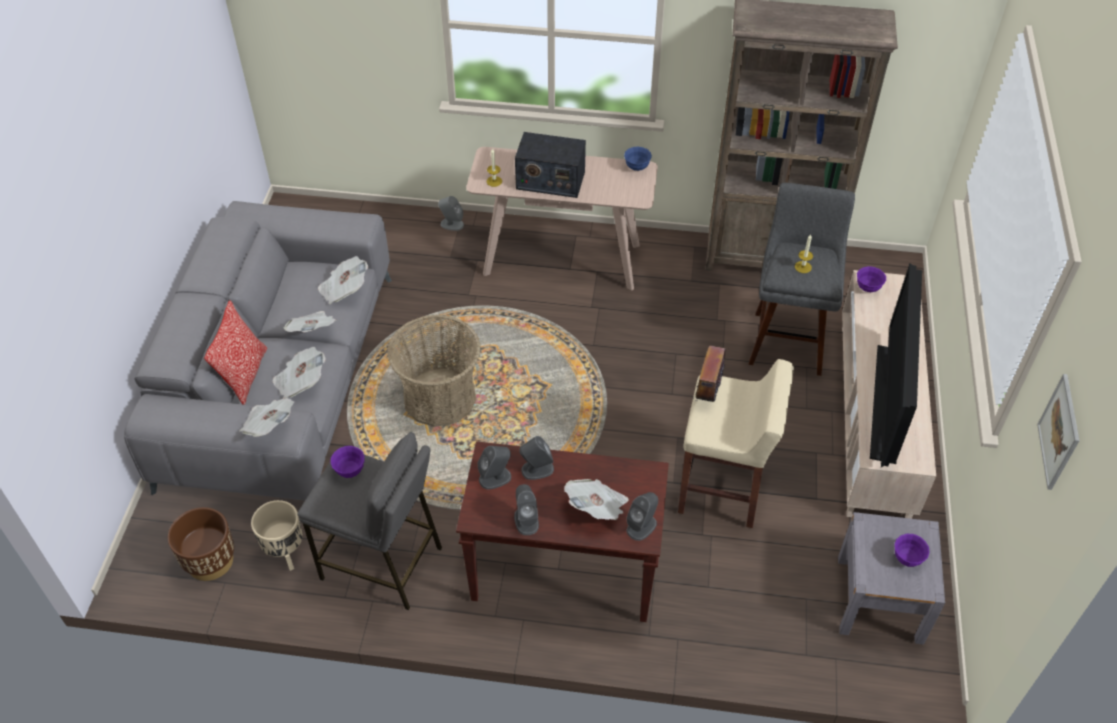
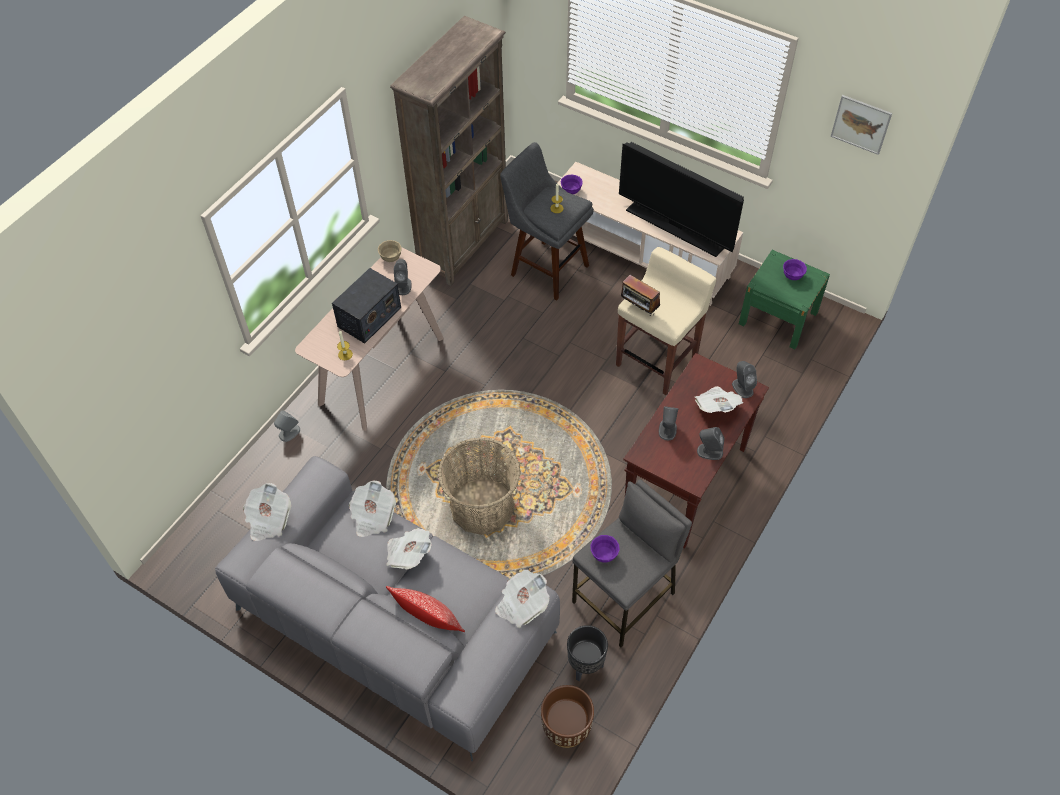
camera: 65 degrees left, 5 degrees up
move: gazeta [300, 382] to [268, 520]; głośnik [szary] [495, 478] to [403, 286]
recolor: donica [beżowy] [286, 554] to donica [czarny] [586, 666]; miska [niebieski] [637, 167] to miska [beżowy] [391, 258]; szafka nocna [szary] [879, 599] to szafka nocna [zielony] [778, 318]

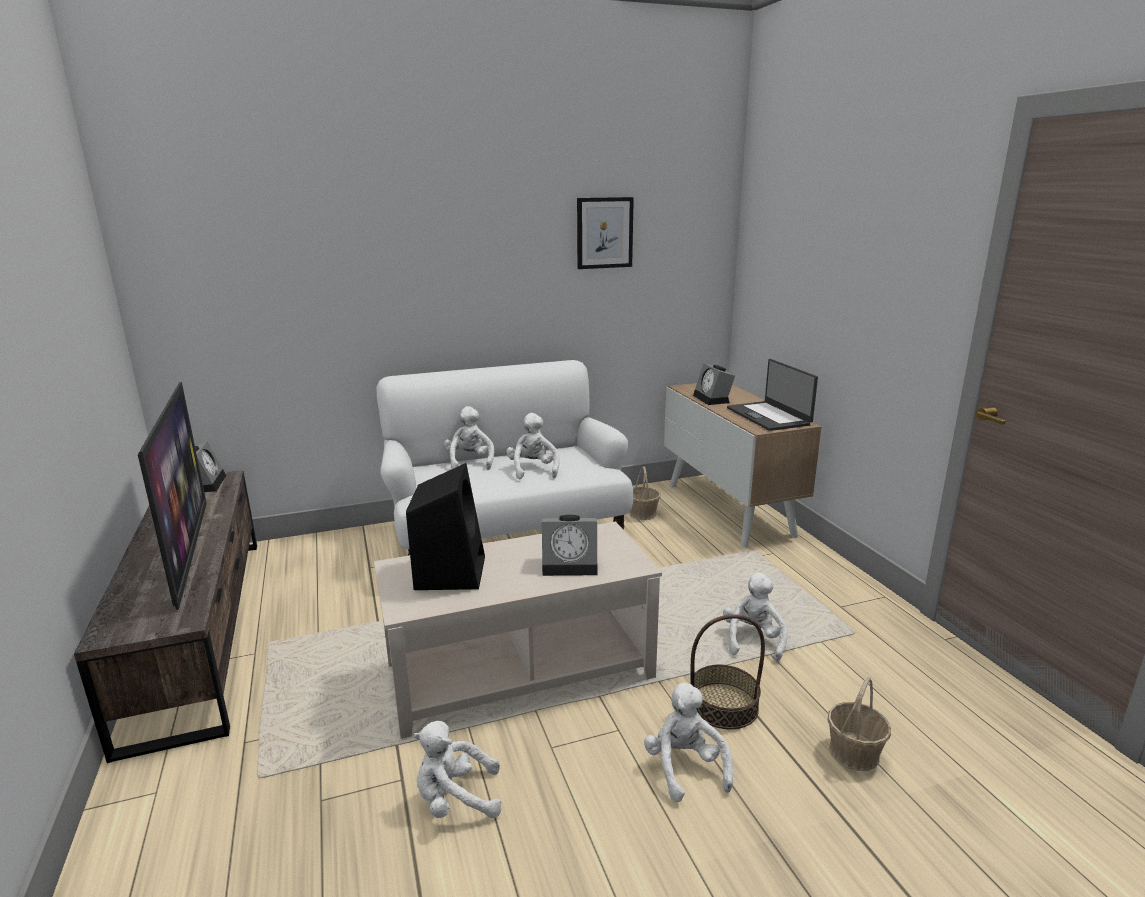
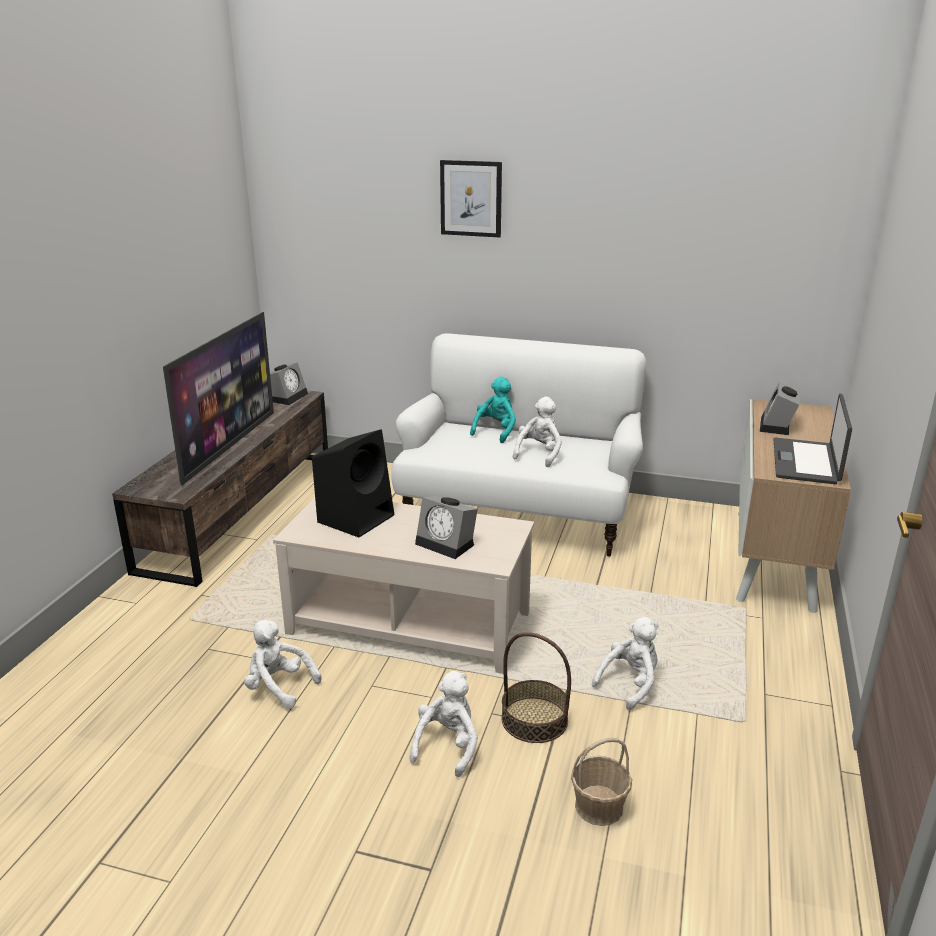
camera: 35 degrees right, 5 degrees up
delete: koszyk [643, 513]
move: obraz [604, 233] to [471, 198]
recolor: pluszak [biały] [470, 462] to pluszak [turkusowy] [496, 431]

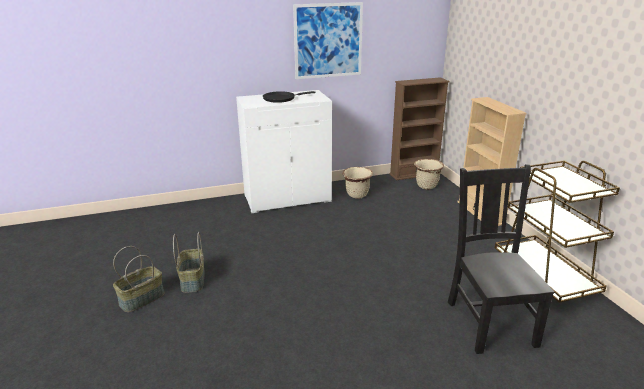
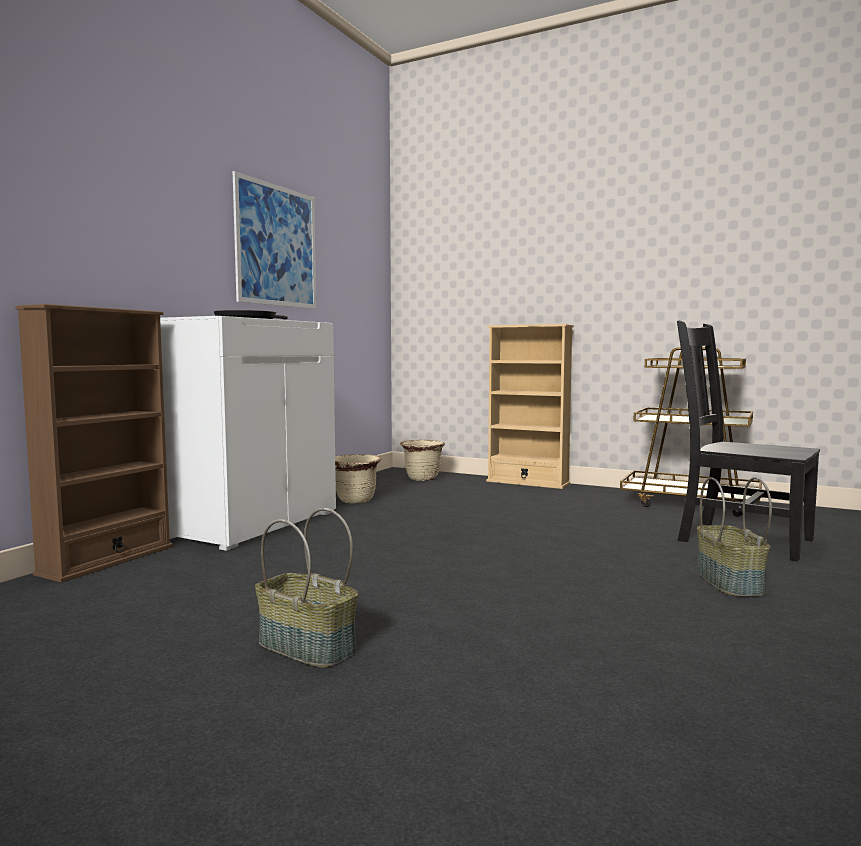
camera: 45 degrees left, 20 degrees down
move: koszyk [142, 298] to [727, 582]; regał [brązowy] [414, 174] to [107, 560]

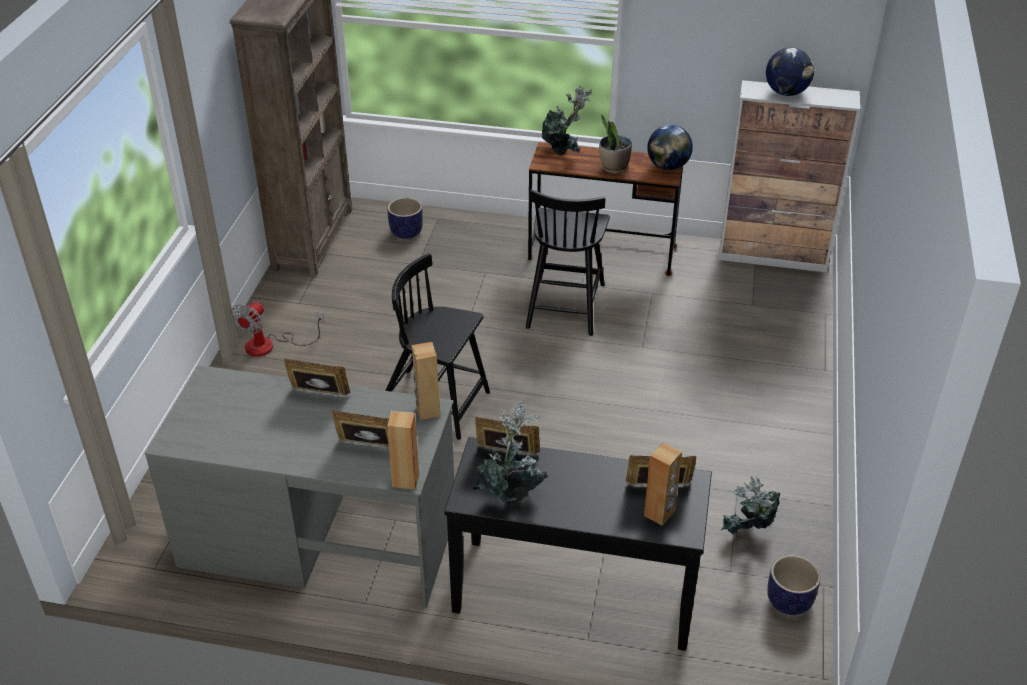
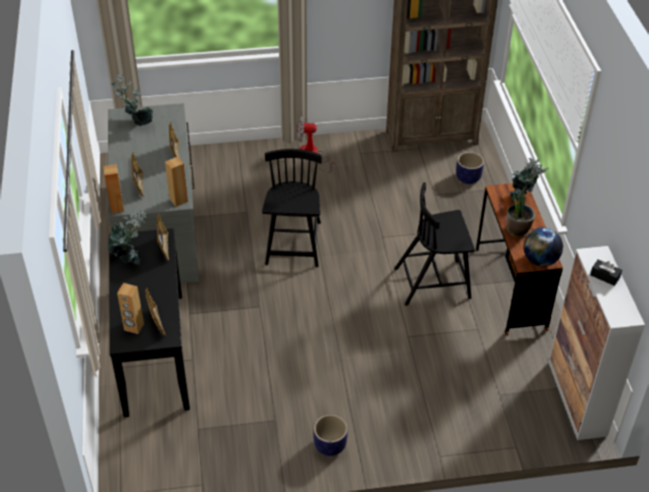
camera: 70 degrees right, 5 degrees up
move: roślina doniczkowa [748, 533] to [137, 123]; donica [789, 602] to [329, 446]
replace: globus [786, 93] to pudełko chusteczek [czarny] [605, 276]

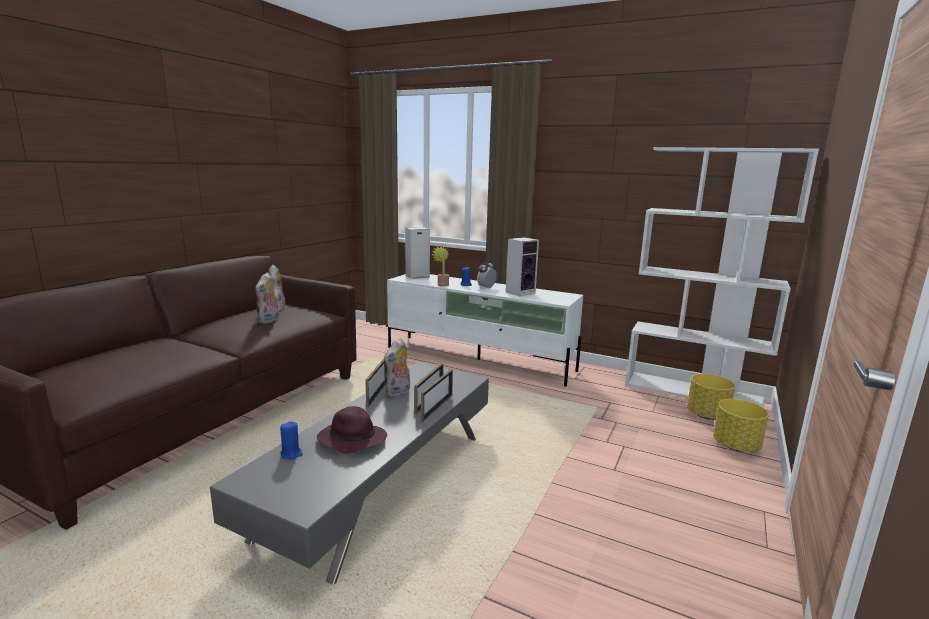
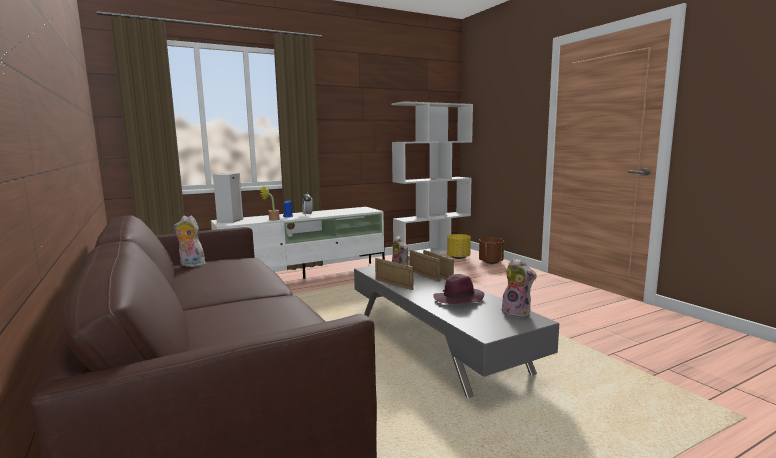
camera: 55 degrees left, 5 degrees down
delete: świeca [niebieski] [291, 454]; głośnik [520, 292]
move: pluszak [269, 320] to [517, 313]
recolor: donica [żółty] [735, 446] to donica [brązowy] [490, 262]

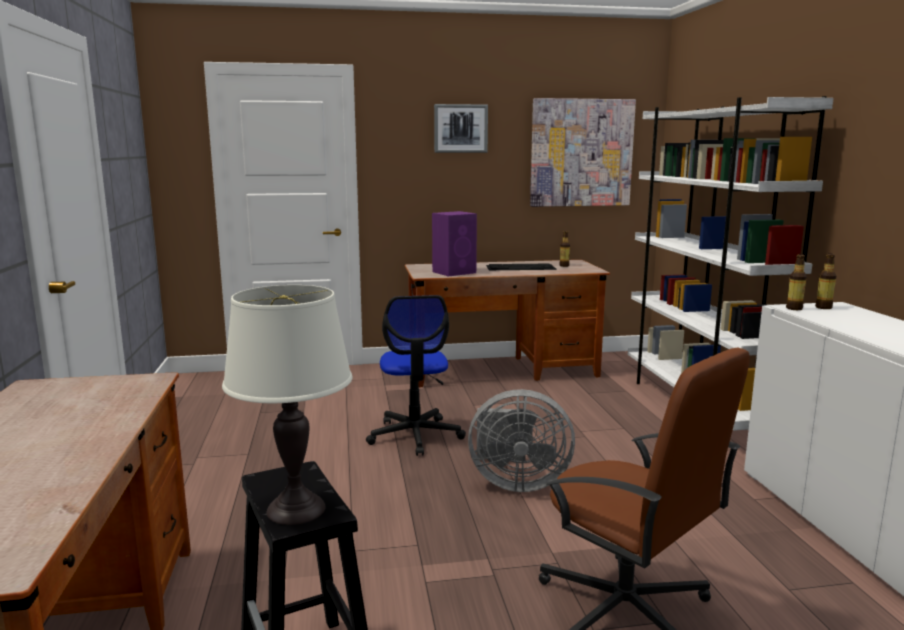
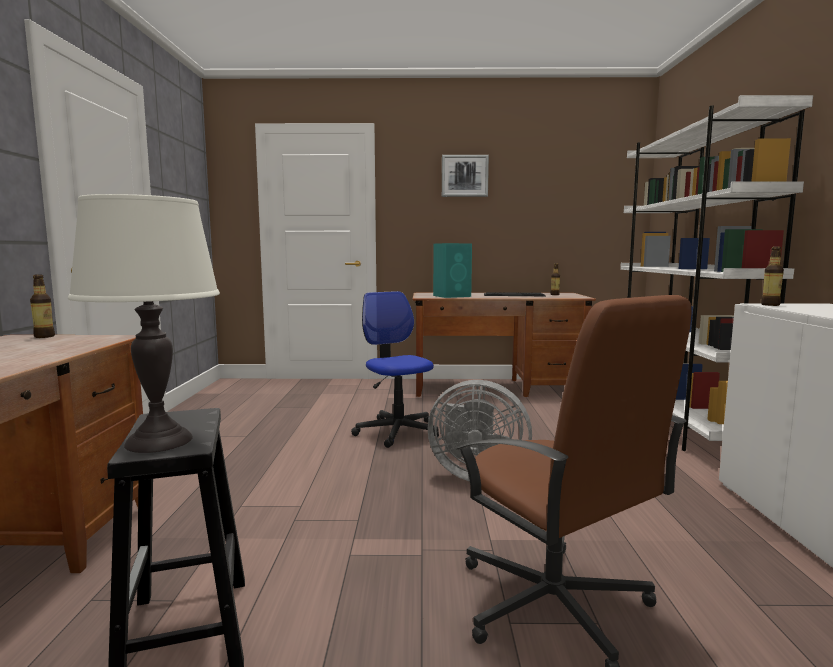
camera: 10 degrees right, 5 degrees down
delete: obraz [581, 153]
move: butelka [823, 307] to [44, 336]
recolor: głośnik [fioletowy] [455, 272] to głośnik [turkusowy] [452, 296]
rotate: krzesło biurowe [415, 436] = [397, 431] 150 degrees clockwise

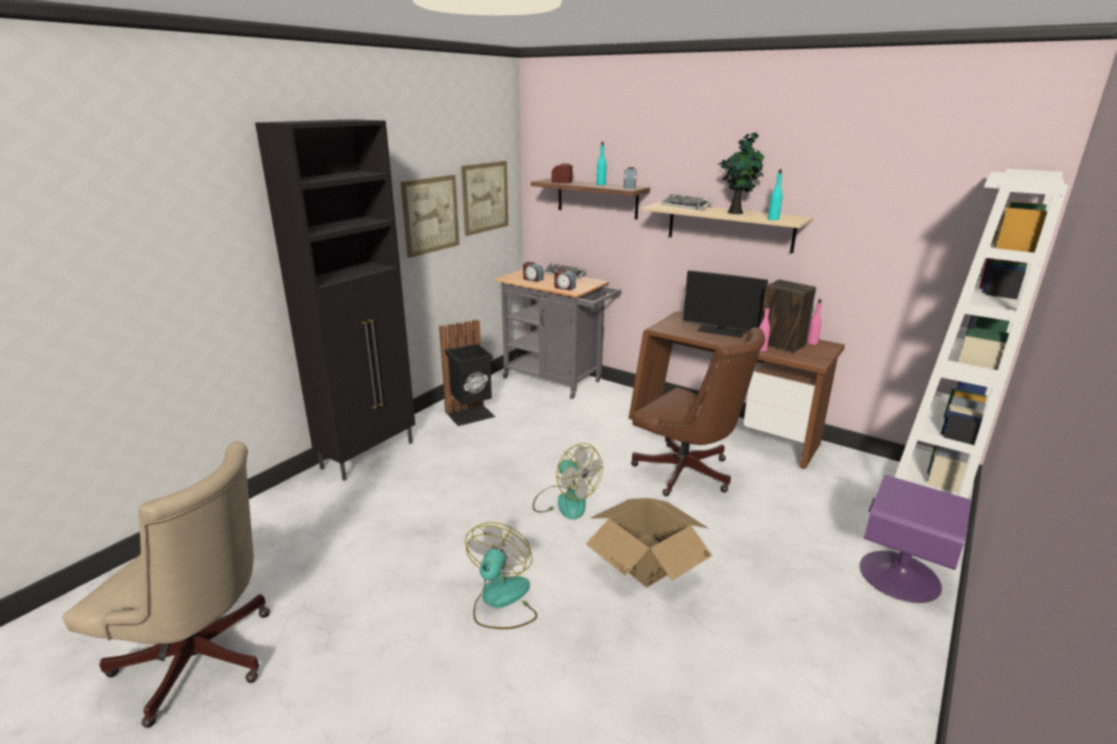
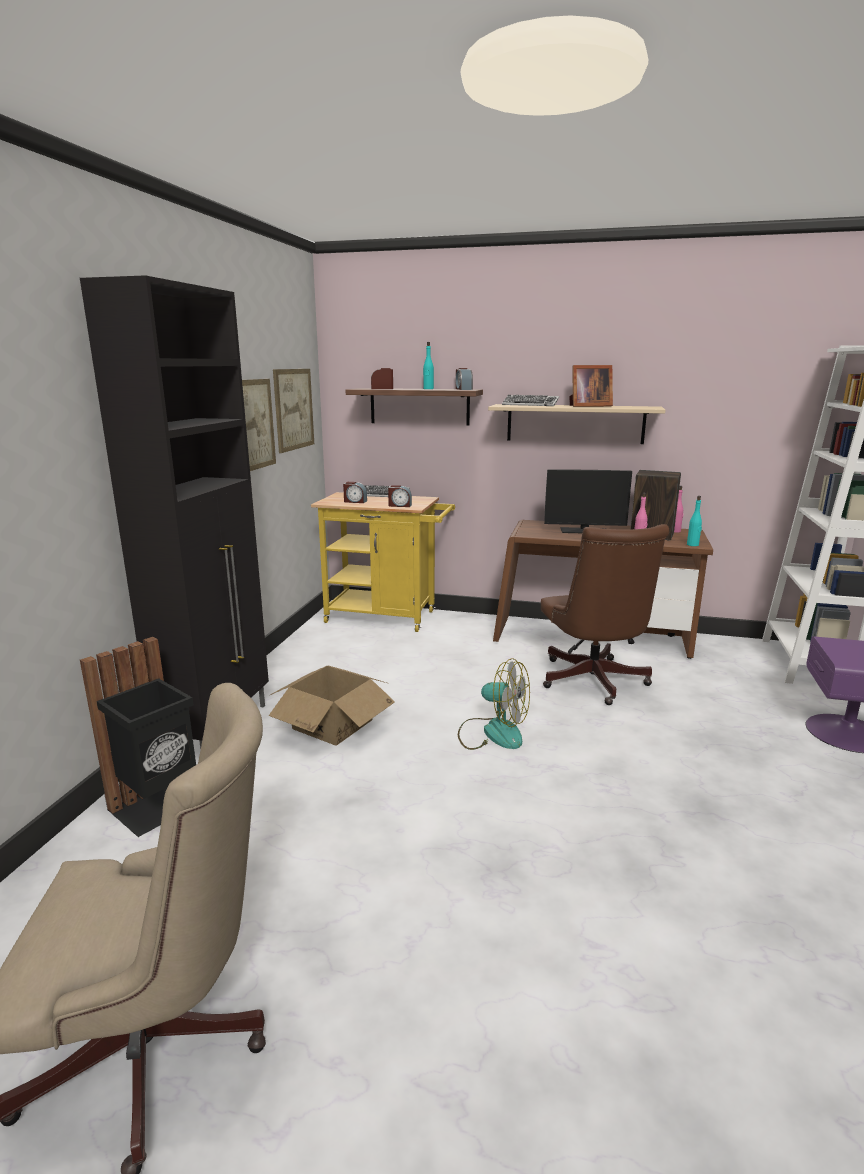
camera: 20 degrees left, 5 degrees down
delete: wentylator [501, 601]
move: kosz na śmieci [czarny] [471, 415] to [159, 806]; karton [647, 559] to [333, 724]; butelka [turkusowy] [773, 219] to [692, 545]
replace: roślina doniczkowa [736, 212] to ramka na zdjęcie [588, 406]
recolor: wózek [szary] [557, 381] to wózek [żółty] [387, 617]
rotate: krzesło biurowe [brązowy] [688, 475] = [593, 683] 60 degrees clockwise

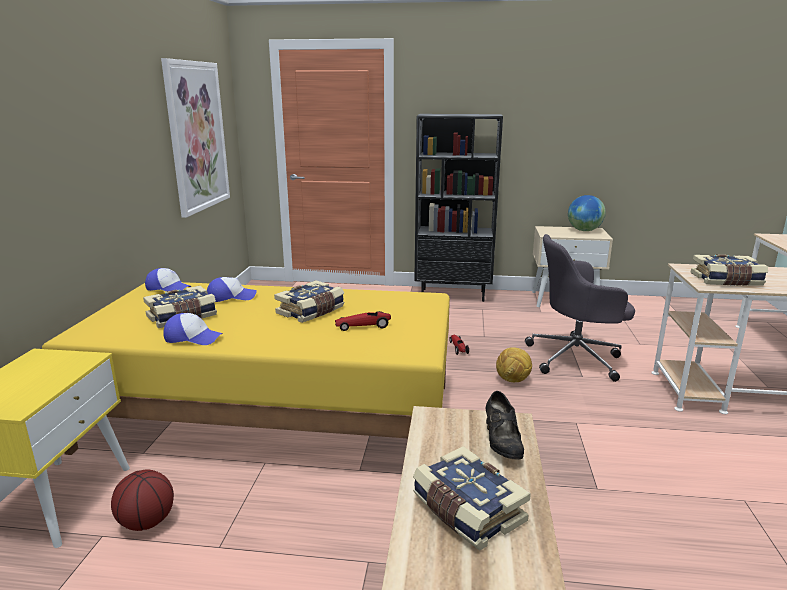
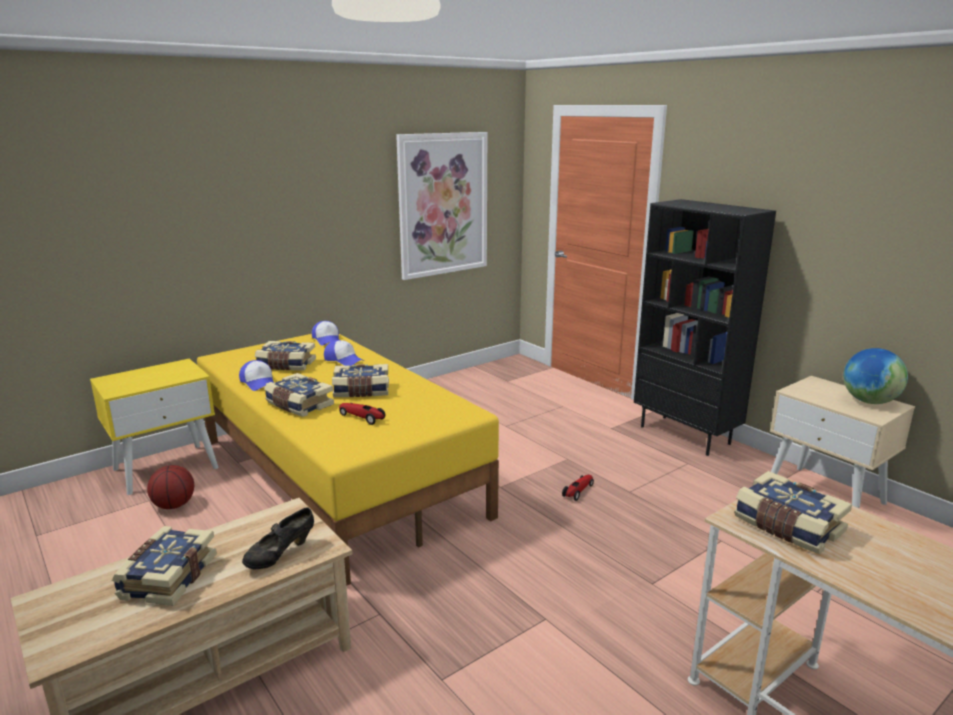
camera: 45 degrees right, 0 degrees up
delete: piłka futbolowa [513, 380]; krzesło biurowe [szary] [576, 358]
insert: książka [298, 405]

